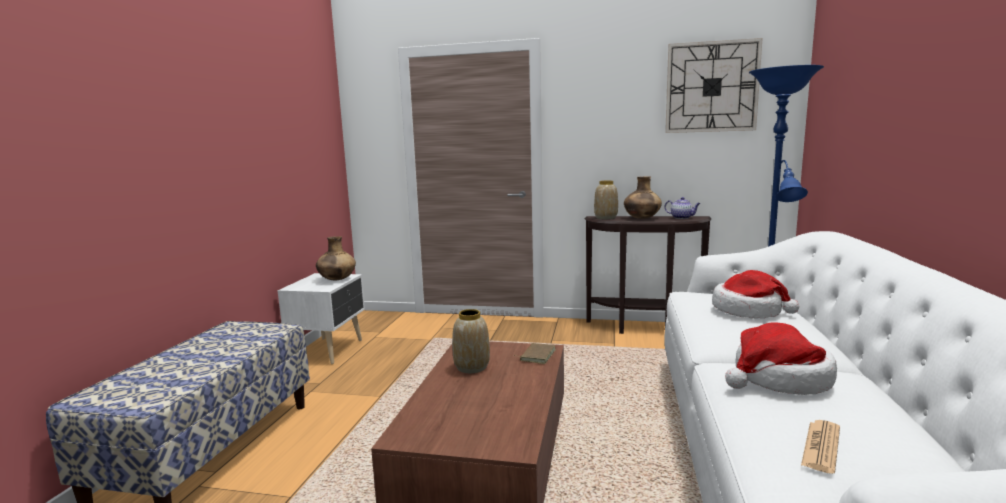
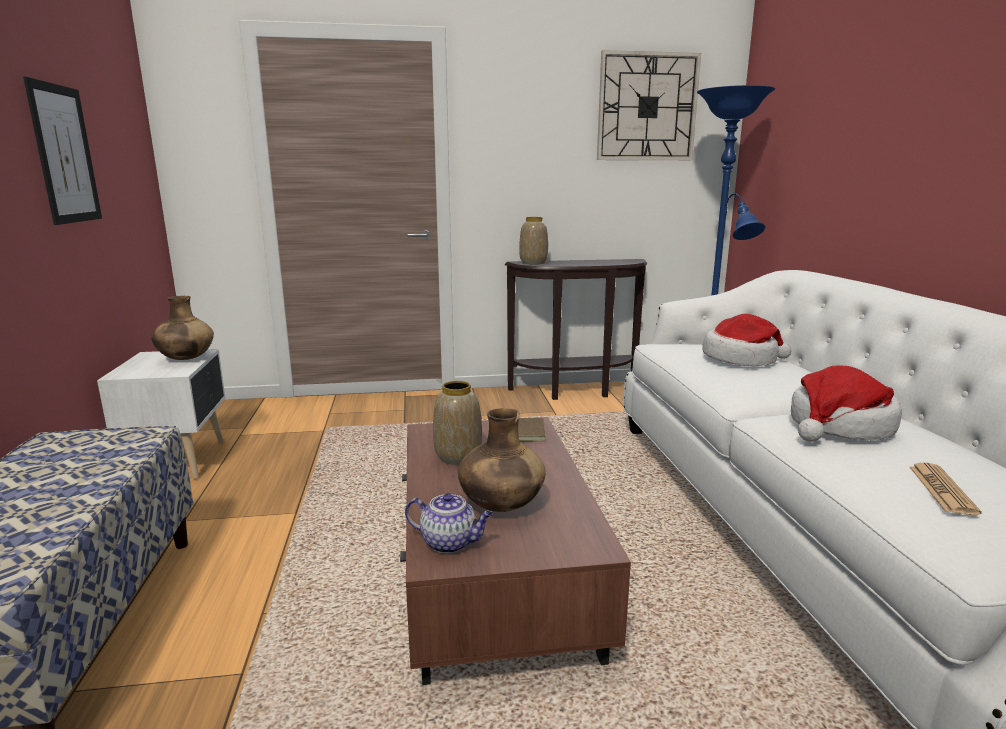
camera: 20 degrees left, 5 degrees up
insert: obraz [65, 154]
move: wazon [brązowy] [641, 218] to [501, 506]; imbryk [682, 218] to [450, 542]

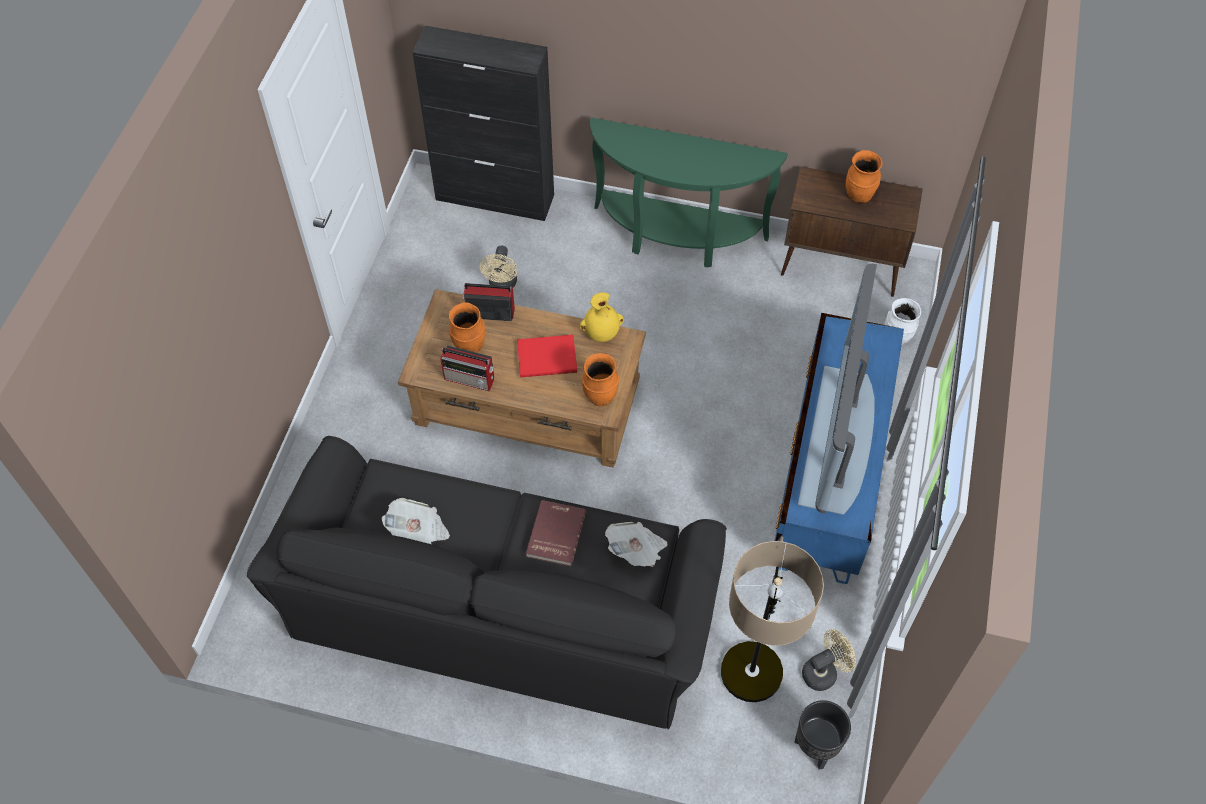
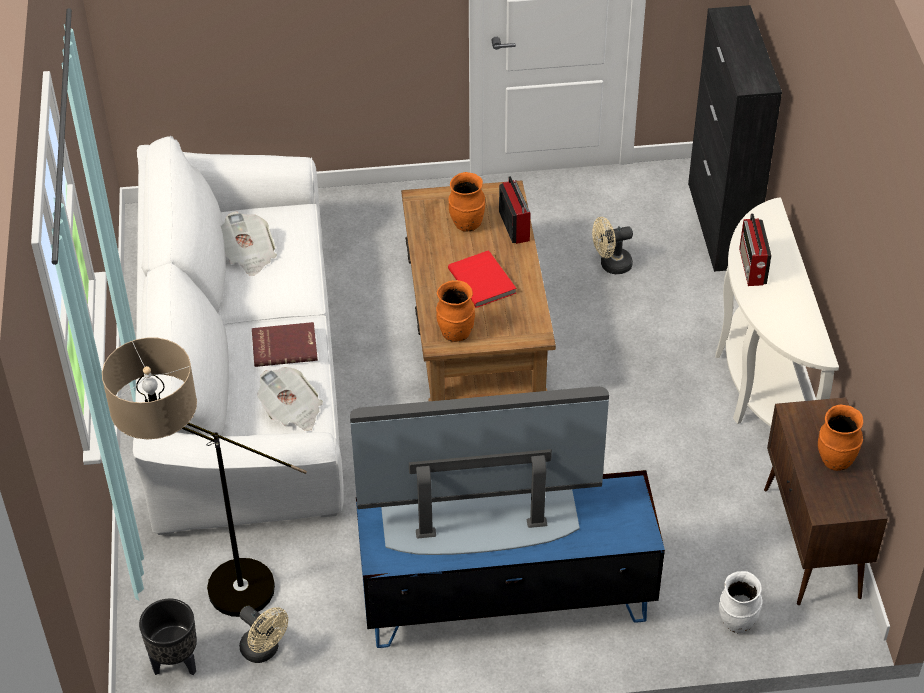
camera: 70 degrees right, 10 degrees down
delete: wazon [żółty] [602, 333]
move: radio [470, 379] to [752, 268]
recolor: kanapa [czarny] [501, 605] to kanapa [biały] [243, 378]; stolik konsolowy [zielony] [676, 238] to stolik konsolowy [biały] [759, 384]

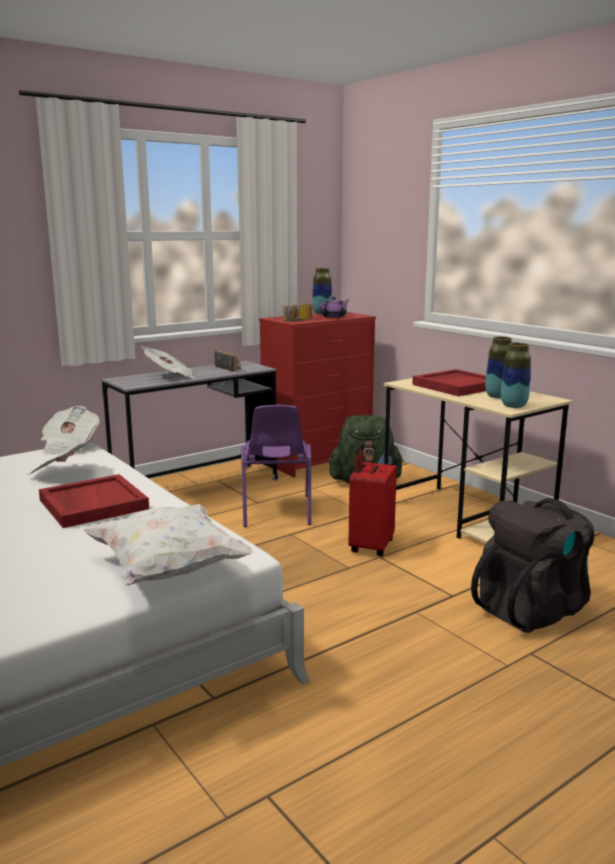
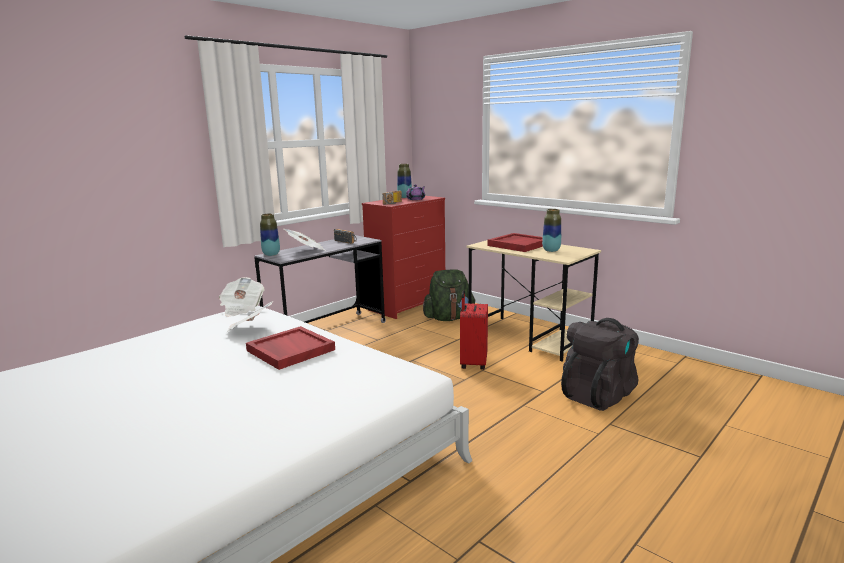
camera: 10 degrees left, 0 degrees up
delete: poduszka [biały] [169, 569]; krzesło [fioletowy] [276, 511]
move: wazon [513, 406] to [271, 254]

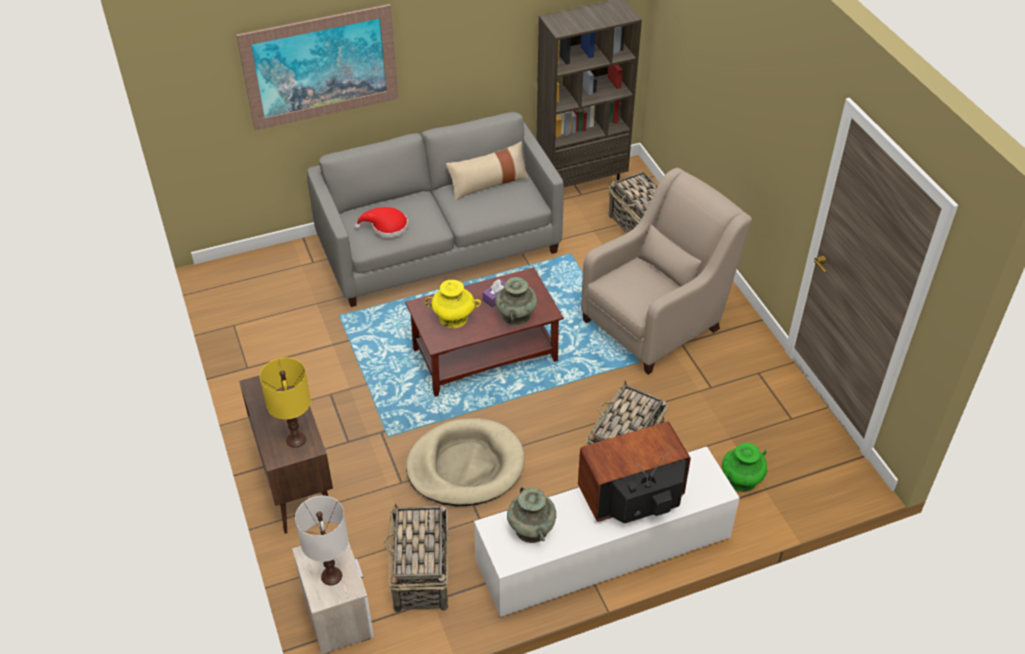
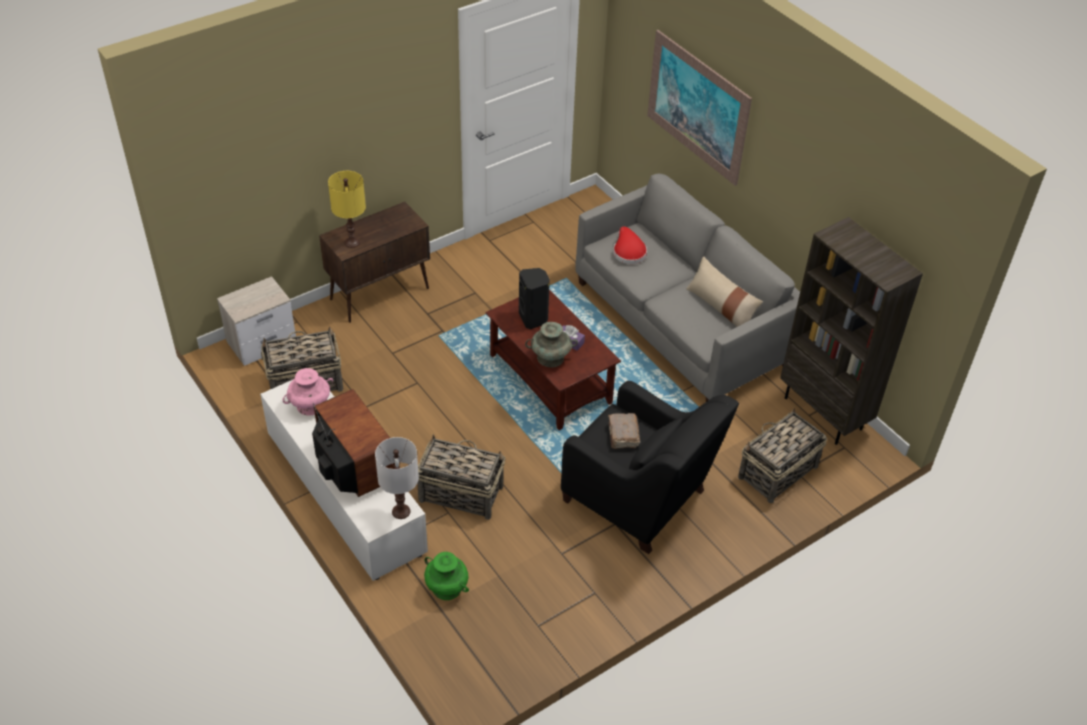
camera: 75 degrees right, 0 degrees up
delete: legowisko [beżowy] [465, 466]
insert: książka [brązowy] [622, 436]
move: lampa stołowa [biały] [331, 576] to [401, 511]
replace: wazon [żółty] [453, 318] to głośnik [czarny] [534, 318]
recolor: wazon [turkusowy] [531, 529] to wazon [różowy] [310, 405]; fotel [beżowy] [655, 322] to fotel [czarny] [638, 499]

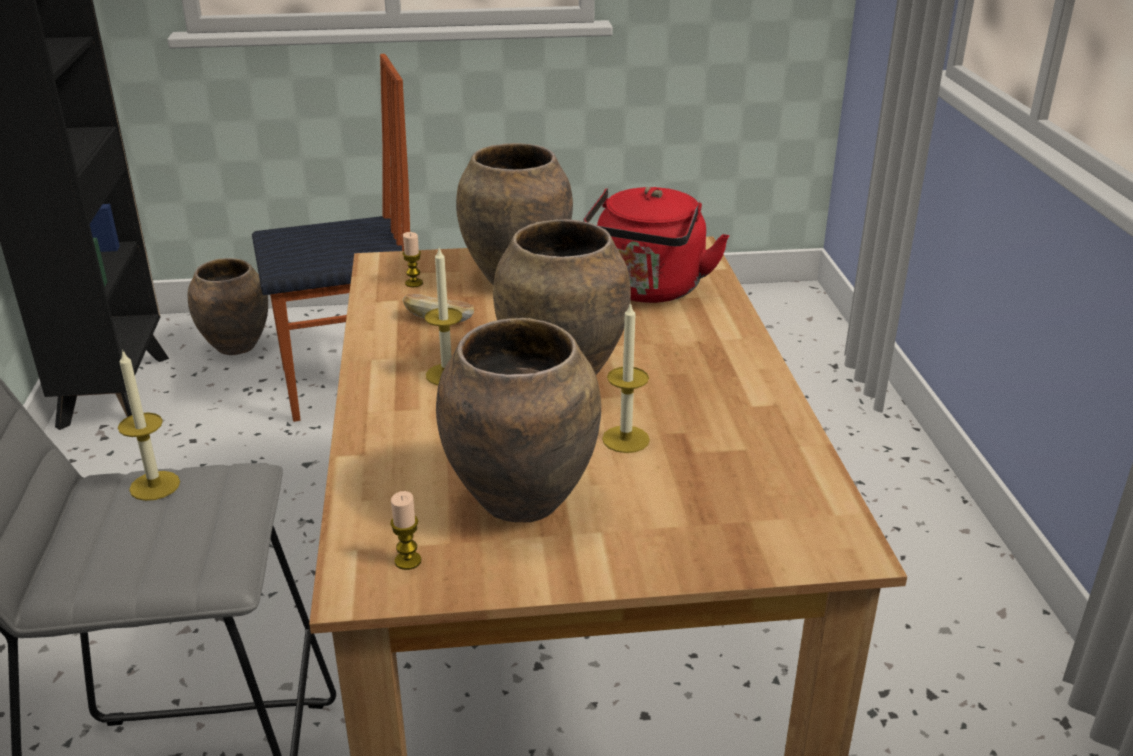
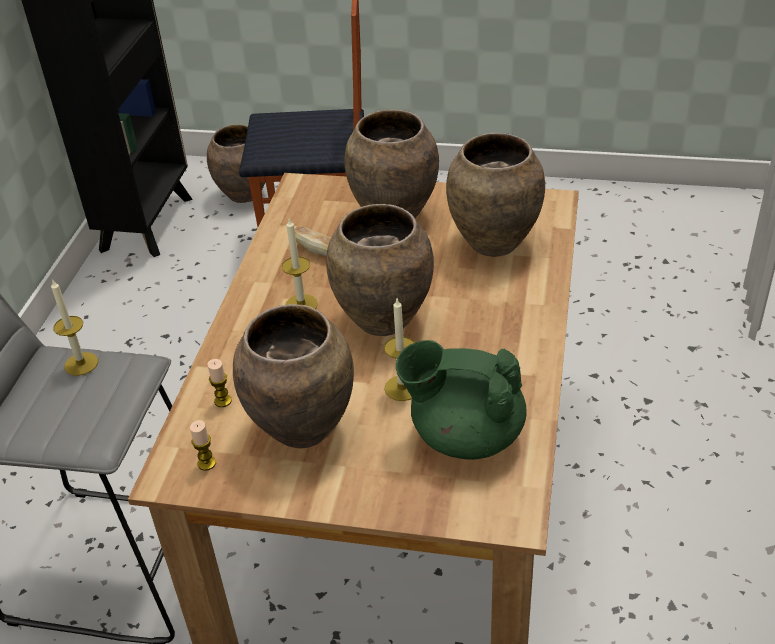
camera: 20 degrees right, 10 degrees up
insert: imbryk [zielony] [465, 434]
move: świeca [414, 283] to [223, 401]
replace: czajnik [czerwony] [648, 290] to wazon [brązowy] [492, 243]

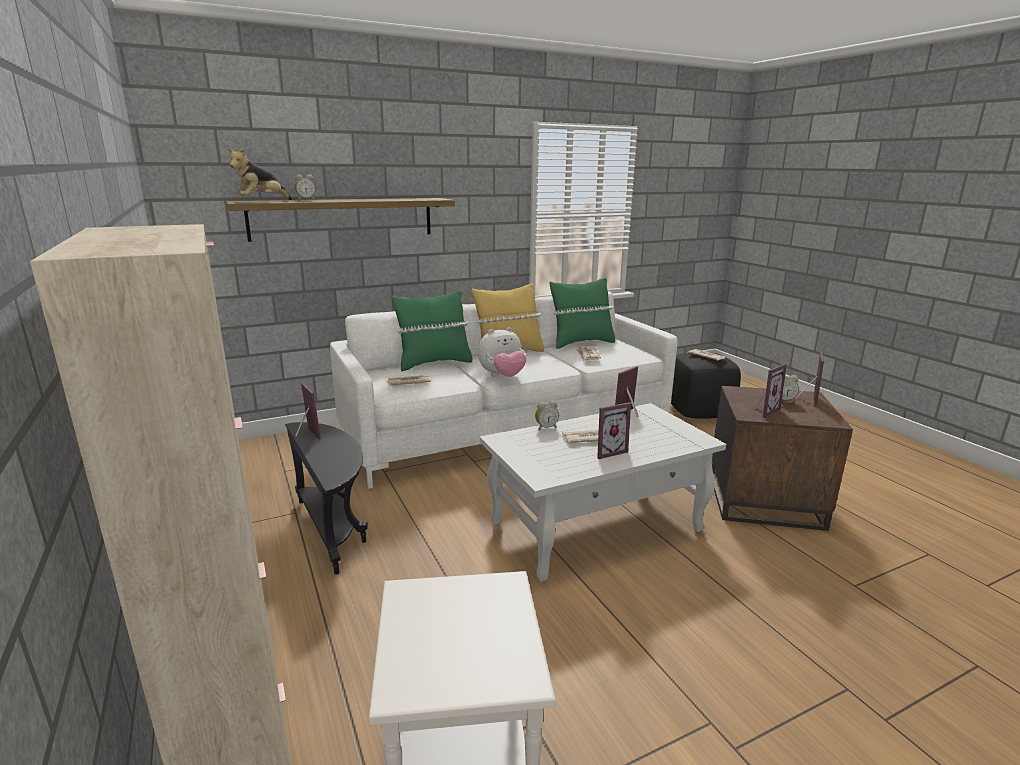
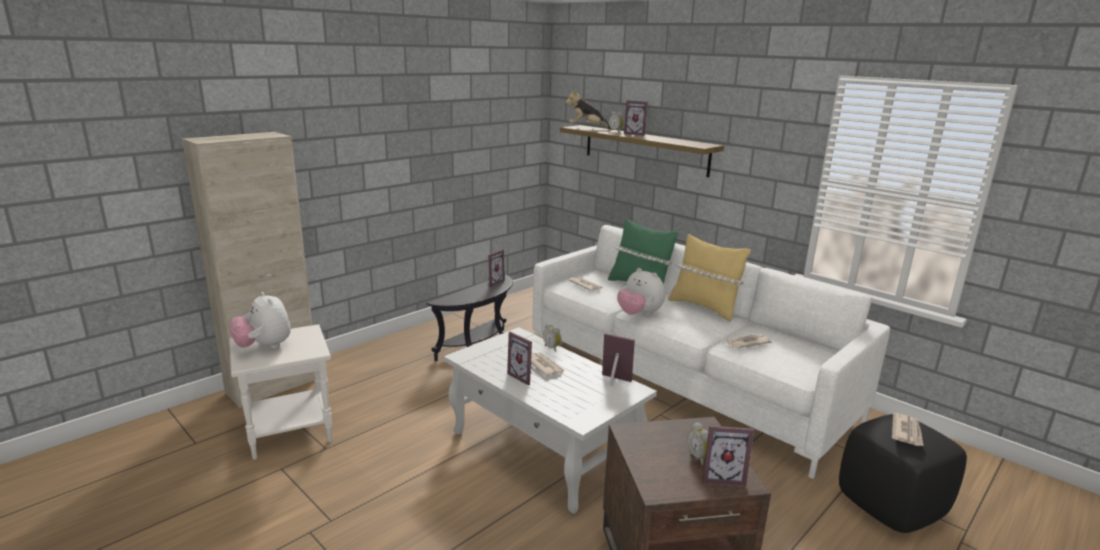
camera: 70 degrees right, 0 degrees up
delete: poduszka [zielony] [581, 343]
insert: pluszak [264, 347]
move: ramka na zdjęcie [763, 411] to [636, 134]

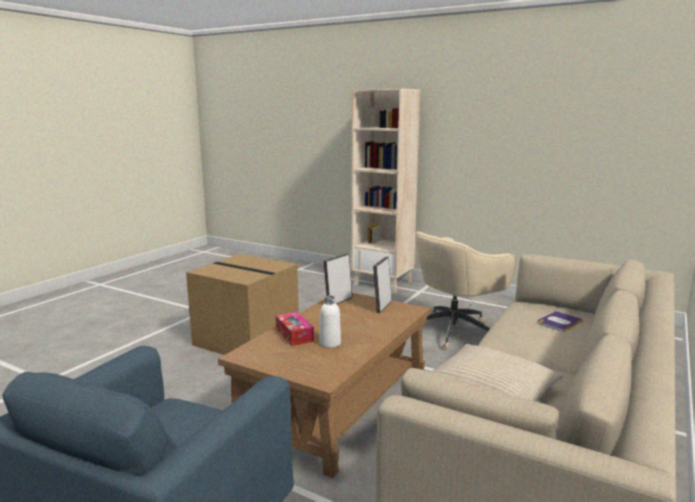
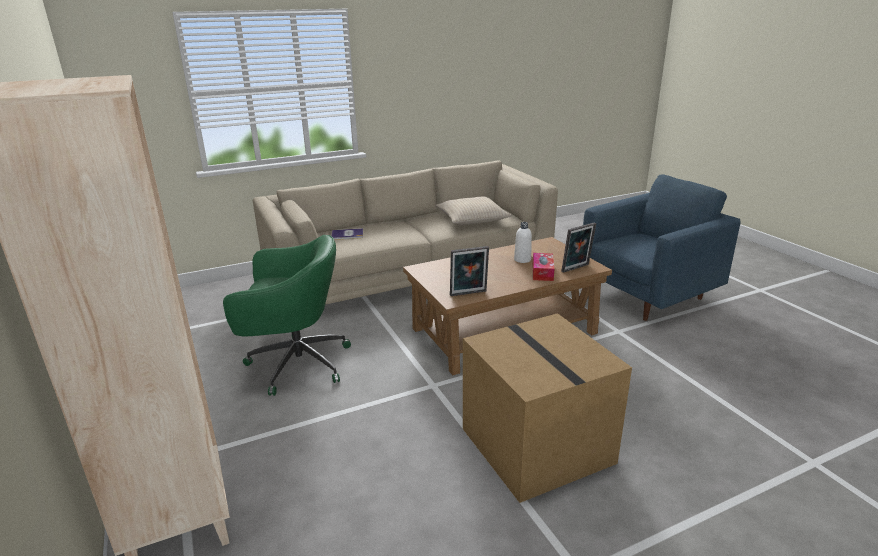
camera: 145 degrees left, 10 degrees up
move: ramka na zdjęcie [382, 306] to [576, 269]
recolor: krzesło biurowe [beżowy] [455, 330] to krzesło biurowe [zielony] [296, 363]

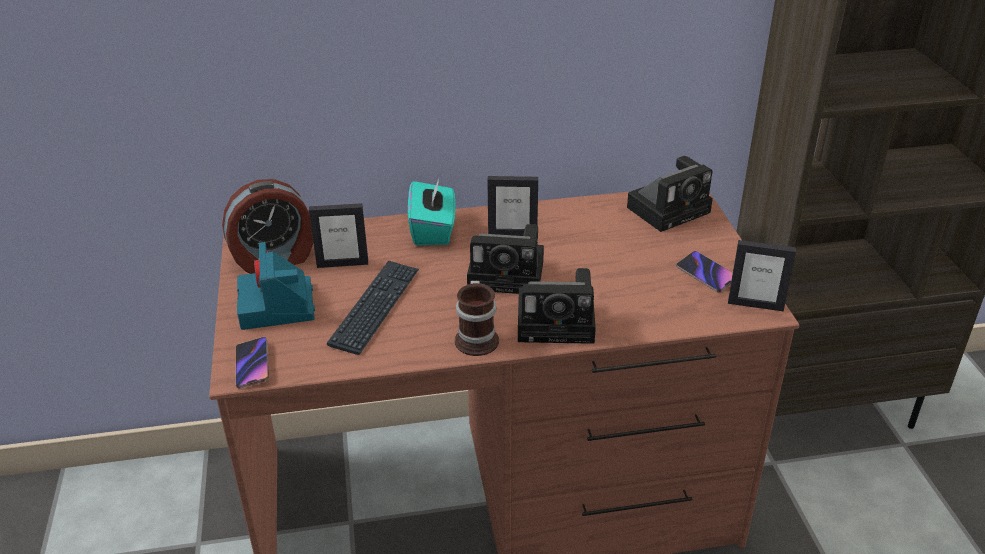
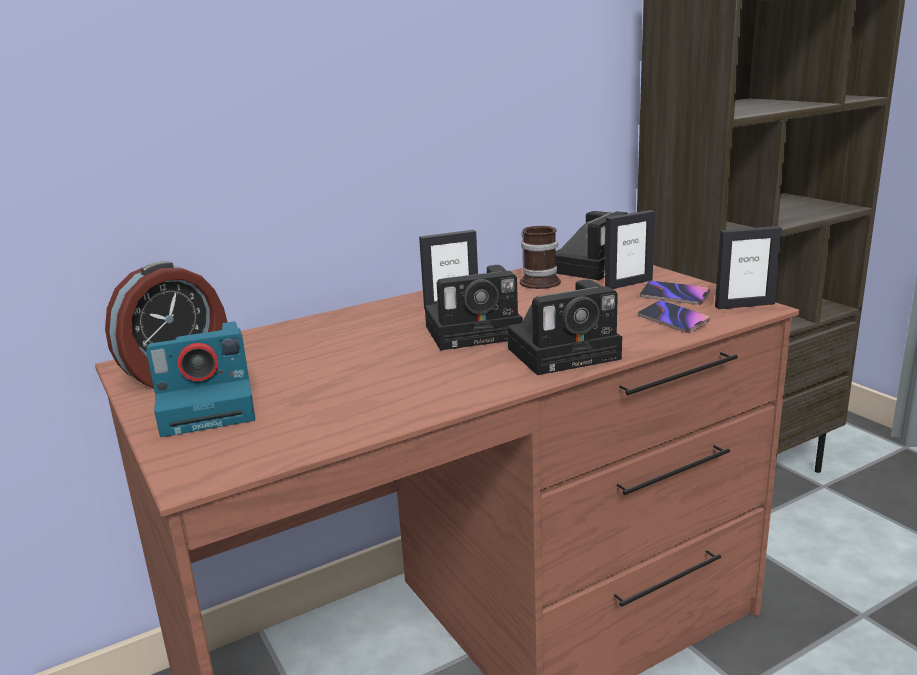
camera: 20 degrees left, 15 degrees down
delete: klawiatura [375, 307]; pudełko chusteczek [turkusowy] [433, 230]
move: telefon [252, 365] to [673, 320]; ramka na zdjęcie [342, 264] to [628, 284]; kubek [478, 338] to [539, 281]
rotate: aparat fotograficzny [277, 306] = [210, 407] 75 degrees counterclockwise

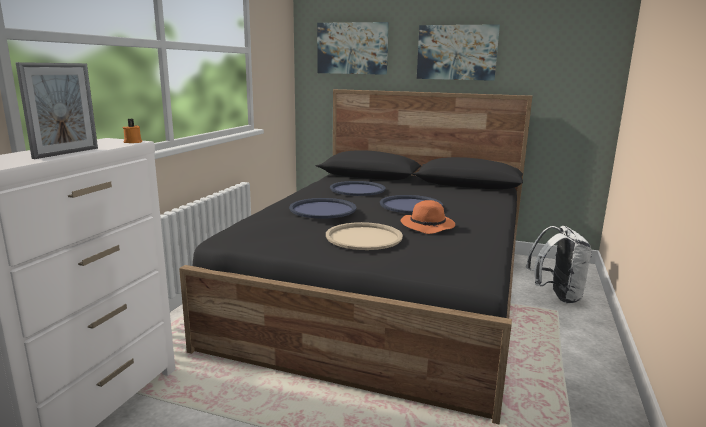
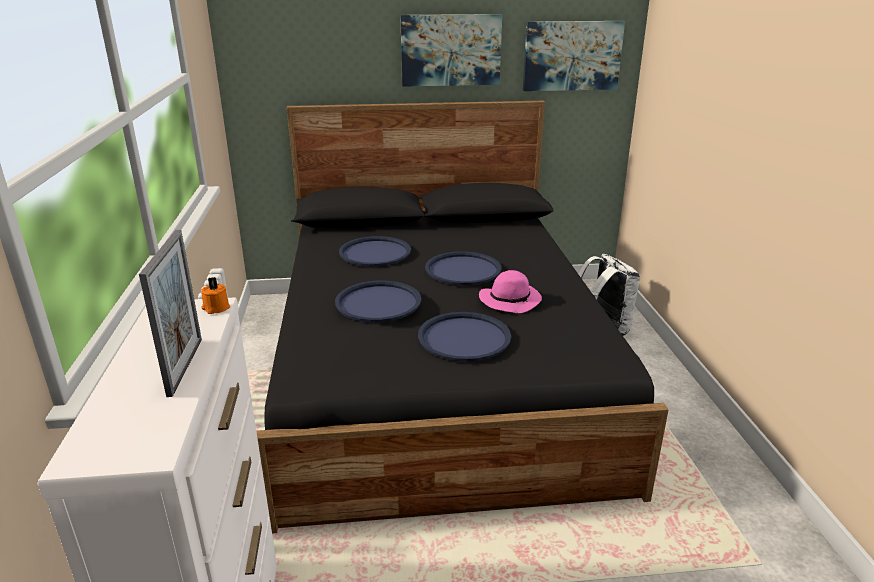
camera: 25 degrees left, 10 degrees up
move: obraz [352, 48] to [572, 56]
recolor: taca [beżowy] [364, 237] to taca [niebieski] [464, 337]; kapelusz [pomarańczowy] [428, 226] to kapelusz [różowy] [510, 300]

